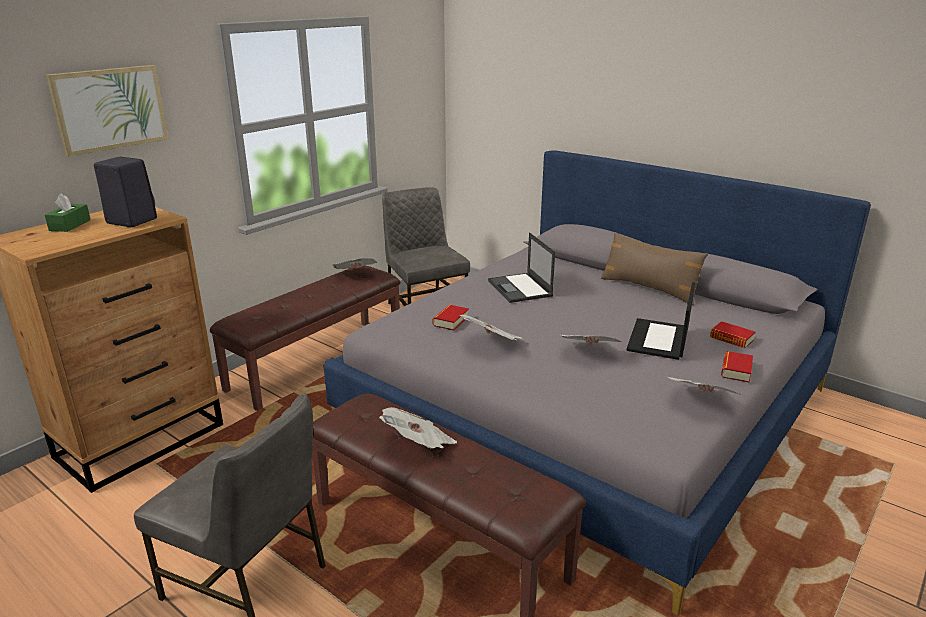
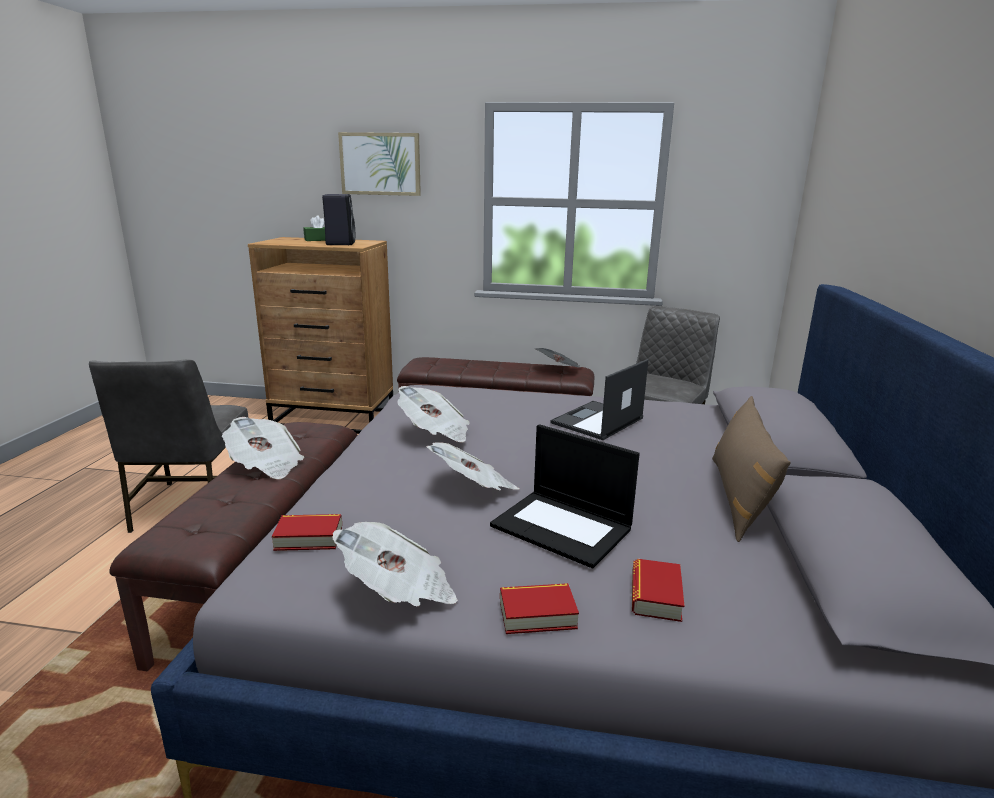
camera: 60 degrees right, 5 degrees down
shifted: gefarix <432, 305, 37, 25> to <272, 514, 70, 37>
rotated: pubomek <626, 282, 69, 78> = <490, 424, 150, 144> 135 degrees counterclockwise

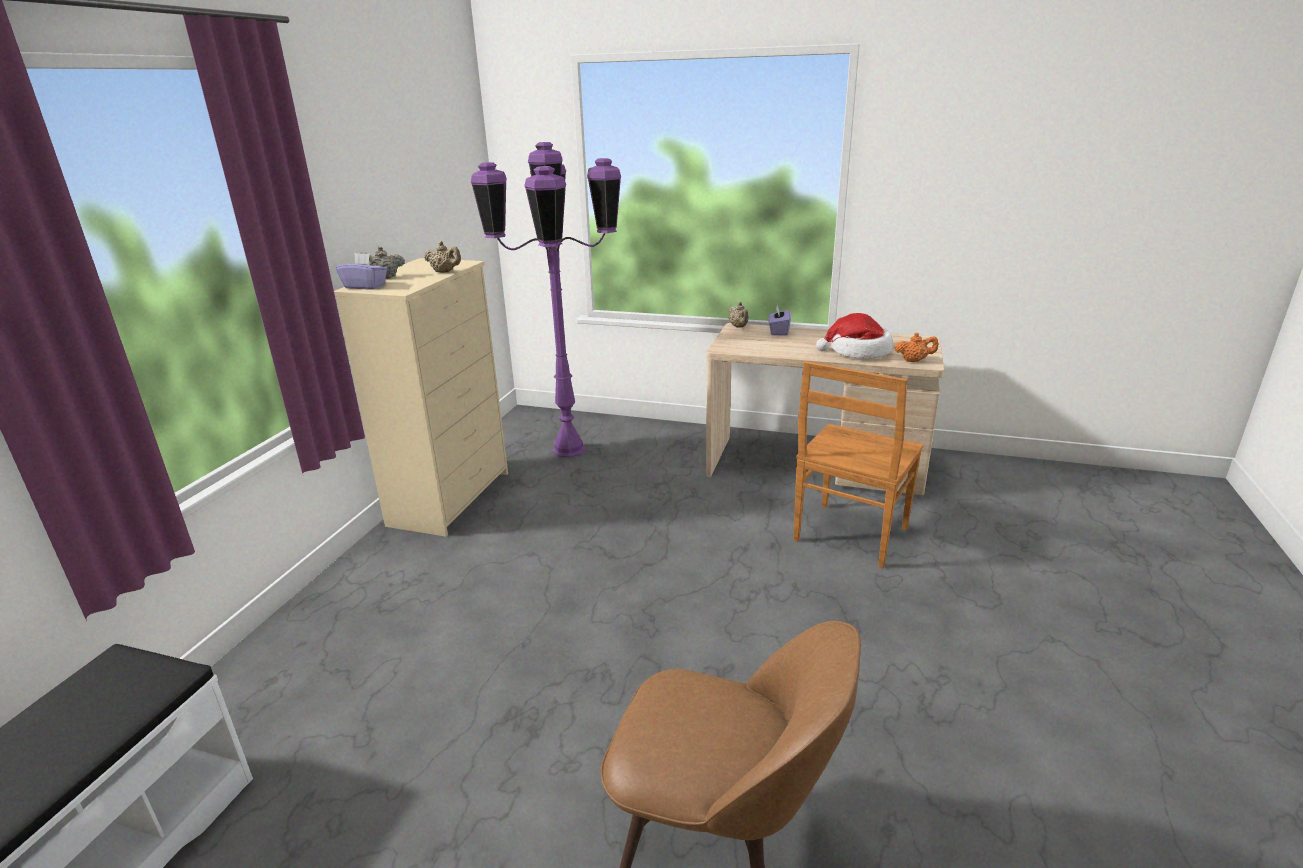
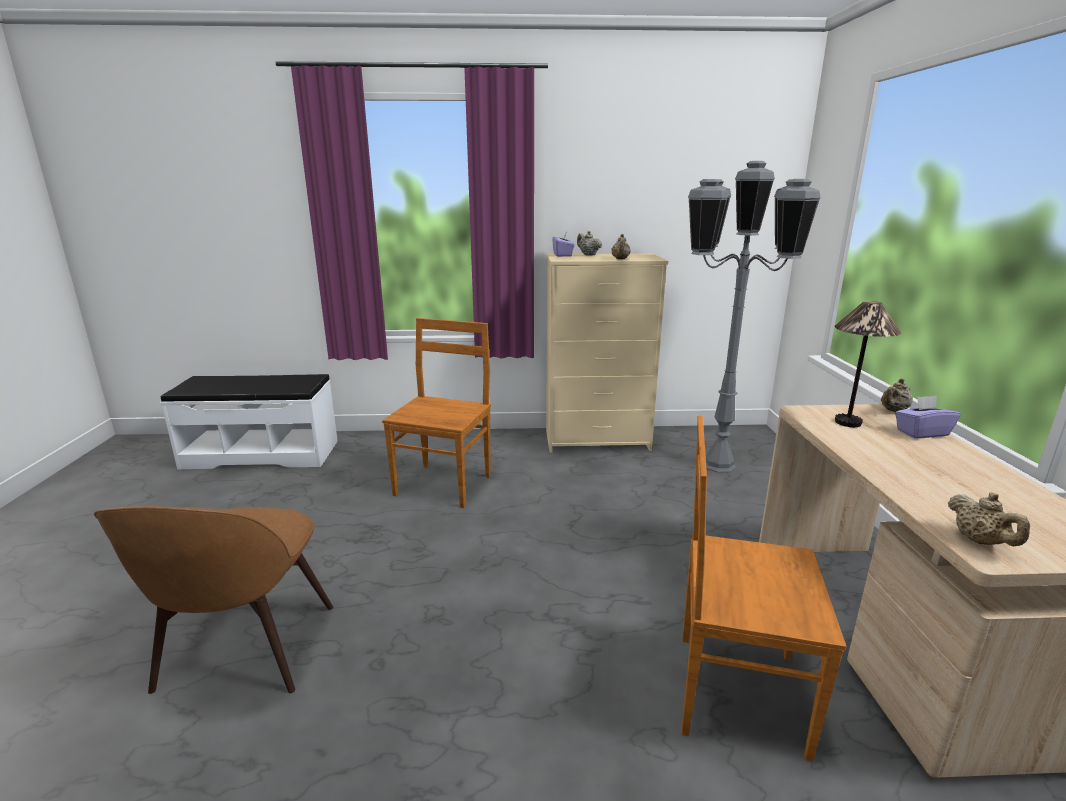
camera: 70 degrees right, 5 degrees down
gone: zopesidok <816, 313, 77, 46>
new: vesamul <835, 301, 66, 126>; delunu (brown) <382, 318, 109, 190>
repainted: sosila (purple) <471, 142, 150, 316> to sosila (grey) <688, 161, 133, 312>; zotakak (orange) <895, 333, 43, 29> to zotakak (beige) <948, 492, 82, 54>

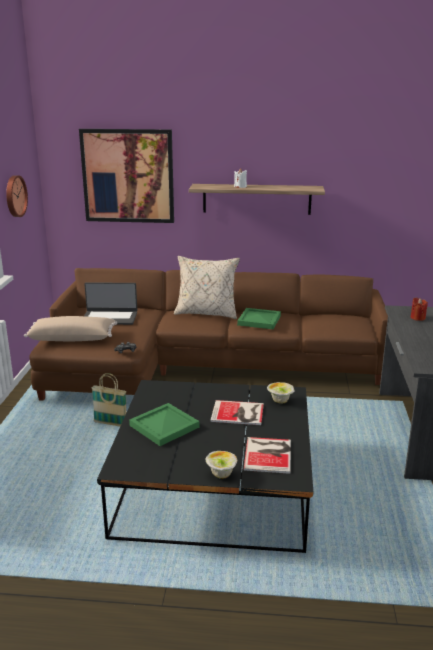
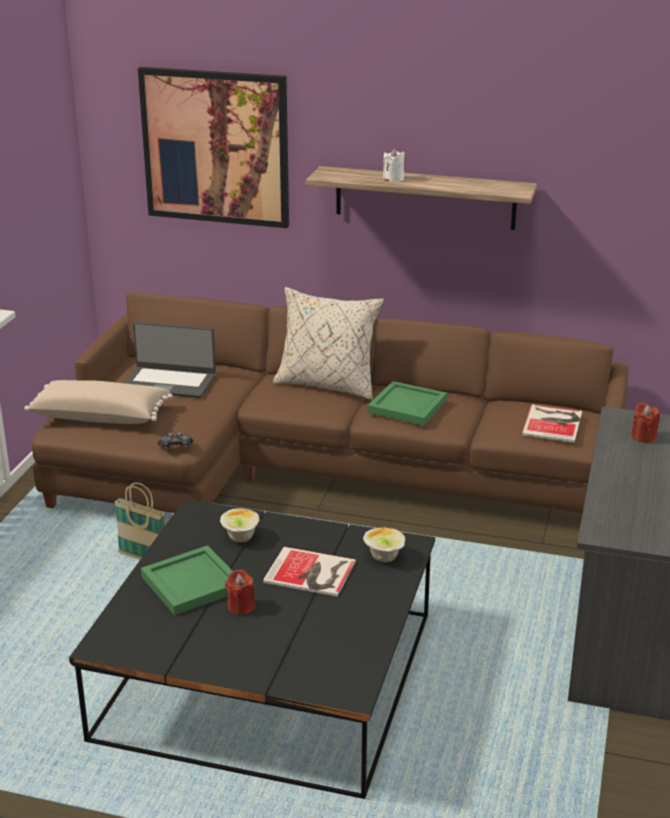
camera: 10 degrees right, 5 degrees up
gone: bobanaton <6, 175, 22, 42>
new: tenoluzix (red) <225, 570, 30, 45>
shifted: gefarix <244, 437, 47, 37> to <522, 404, 60, 39>; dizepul <206, 451, 31, 28> to <220, 508, 40, 35>

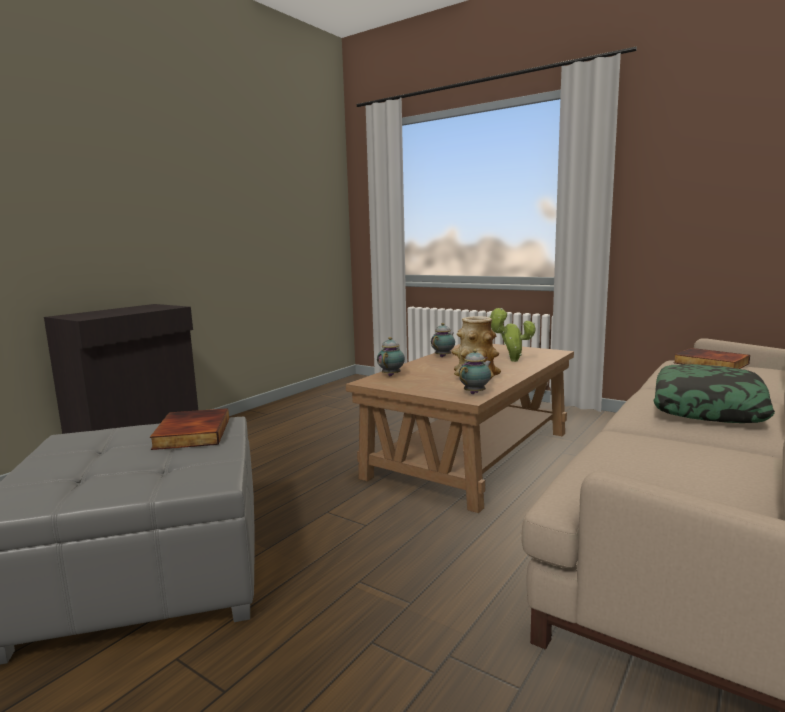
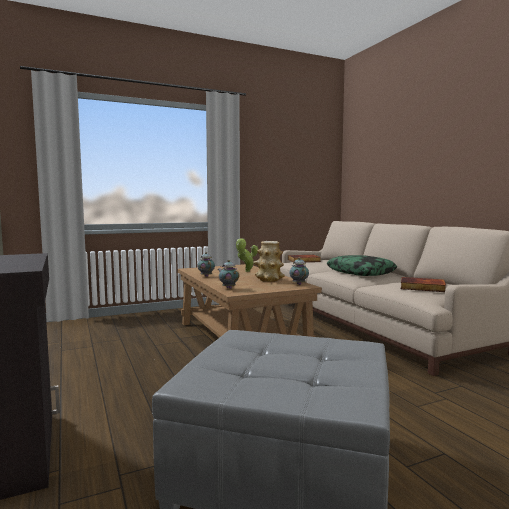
camera: 60 degrees left, 5 degrees down
shifted: gefarix <150, 408, 79, 42> to <401, 277, 45, 15>

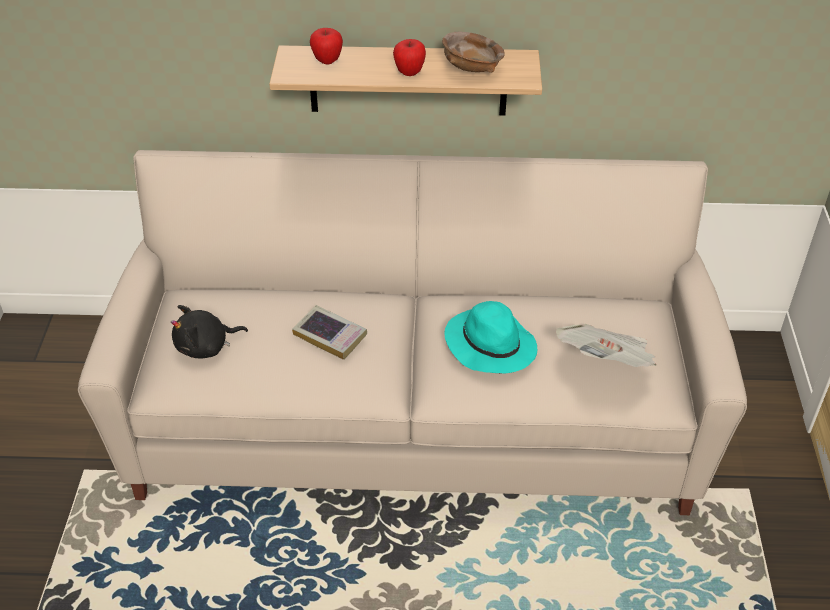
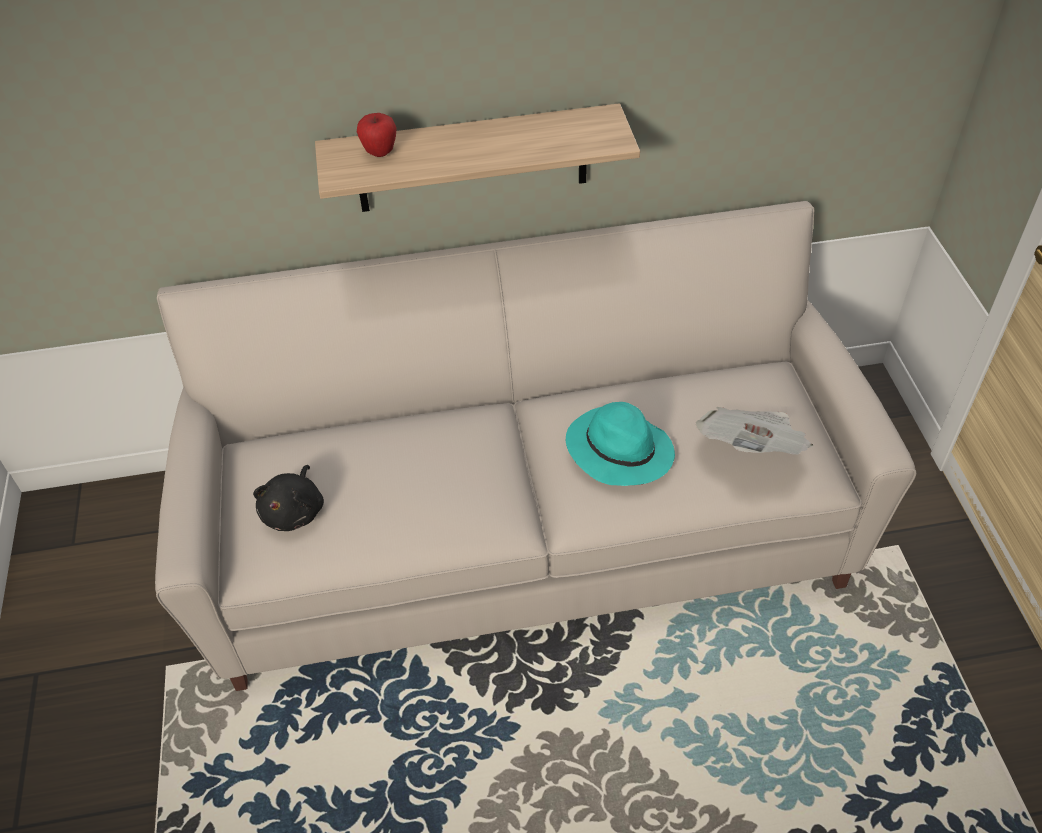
camera: 10 degrees left, 5 degrees up
gone: dizepul (brown) <442, 31, 63, 41>; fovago <393, 39, 33, 37>; gefarix <292, 305, 75, 55>
rotated: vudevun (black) <171, 305, 77, 53> = <253, 465, 71, 66> 45 degrees counterclockwise

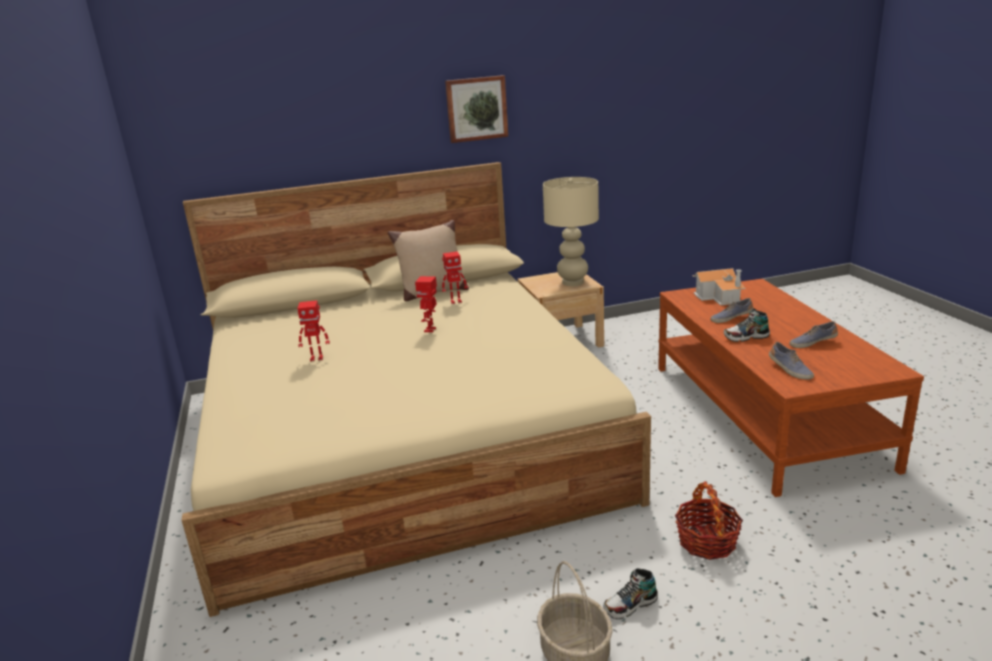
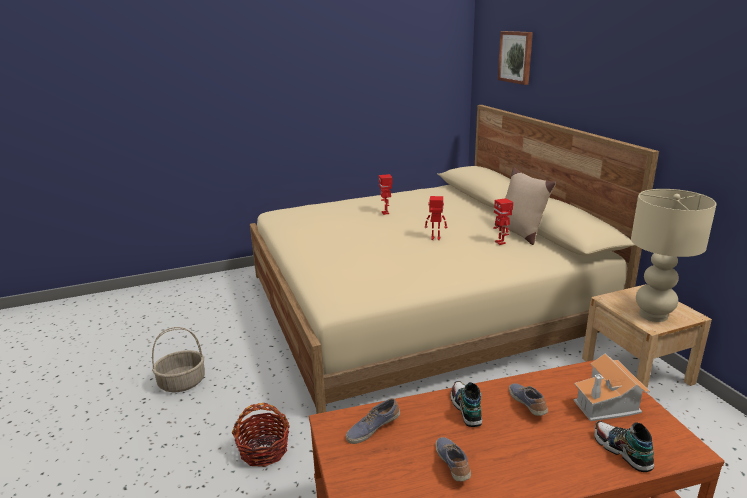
camera: 85 degrees right, 0 degrees up
shifted: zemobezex <445, 75, 63, 68> to <498, 31, 35, 54>; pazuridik <603, 568, 55, 51> to <594, 421, 60, 51>

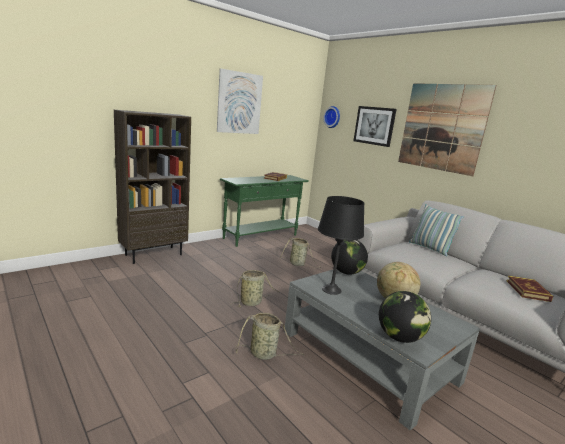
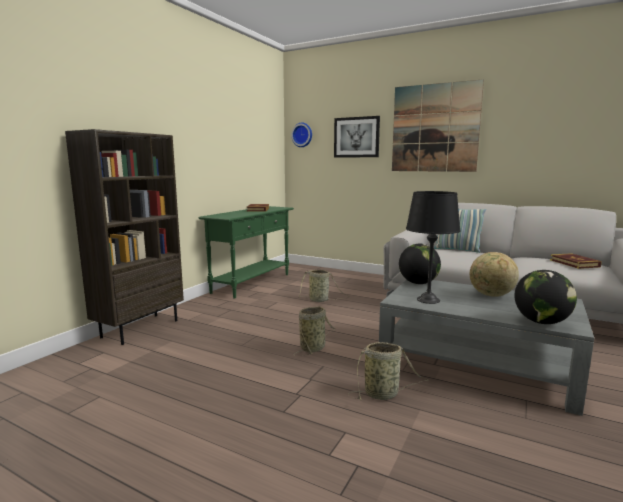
camera: 20 degrees left, 5 degrees down
gone: zemobezex <217, 68, 46, 66>

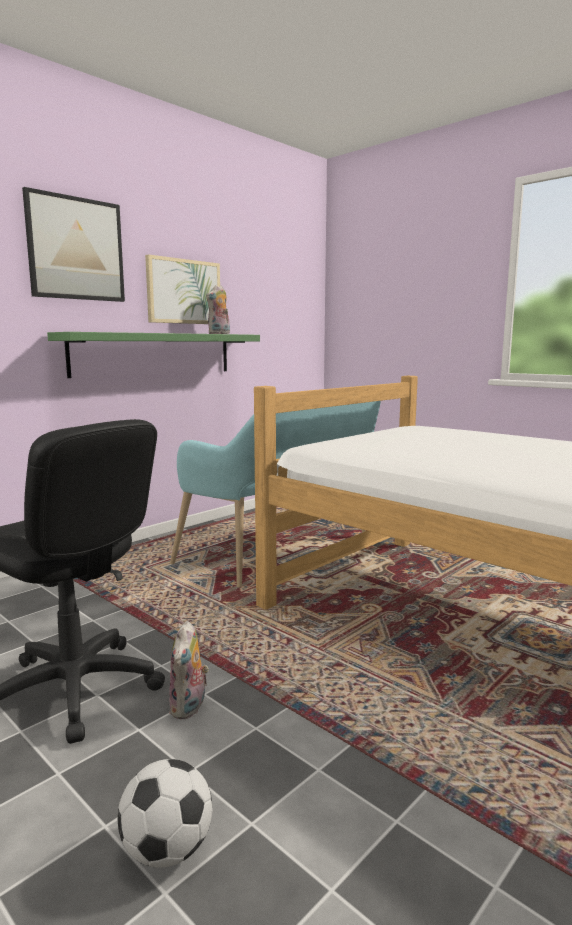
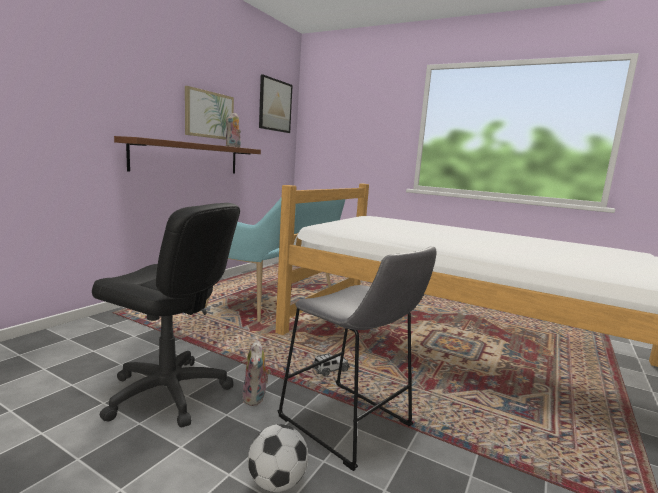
camera: 15 degrees left, 0 degrees up
new: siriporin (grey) <278, 246, 159, 225>; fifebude <313, 353, 37, 23>
shifted: zemobezex <22, 187, 103, 115> to <259, 74, 34, 59>
repainted: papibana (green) <47, 332, 213, 46> to papibana (brown) <114, 136, 147, 37>

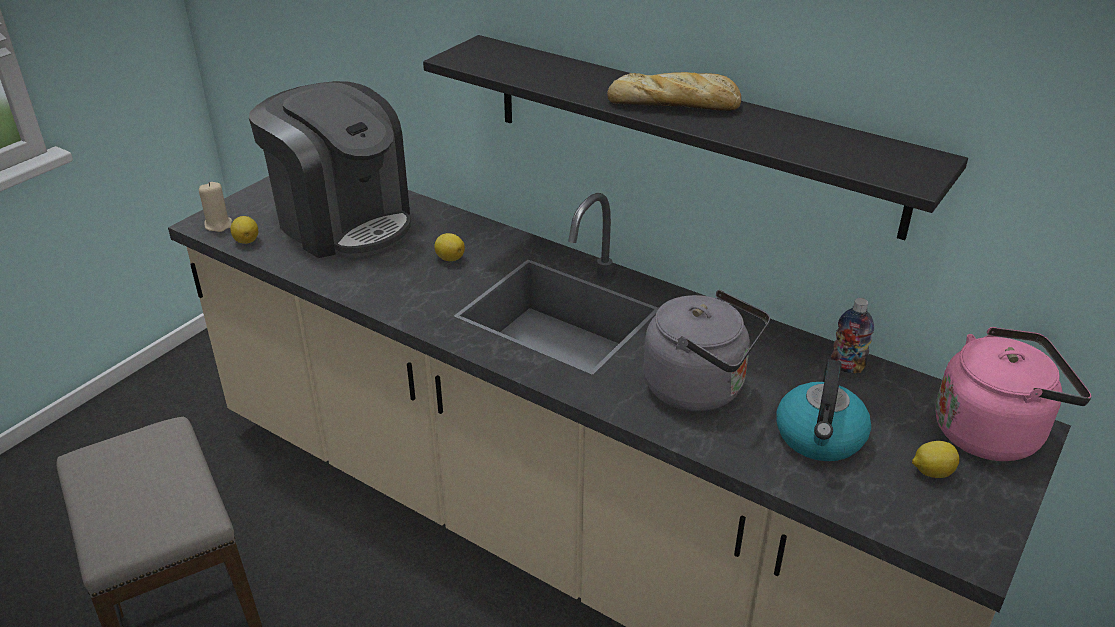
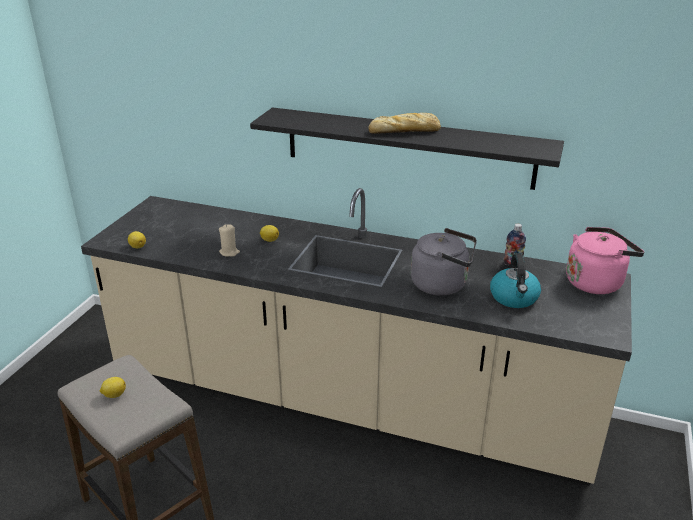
camera: 15 degrees left, 5 degrees down
gone: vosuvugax <249, 81, 162, 177>
shifted: tenoluzix (beige) <199, 182, 33, 50> to <219, 224, 21, 33>; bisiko <912, 441, 47, 37> to <100, 377, 26, 21>

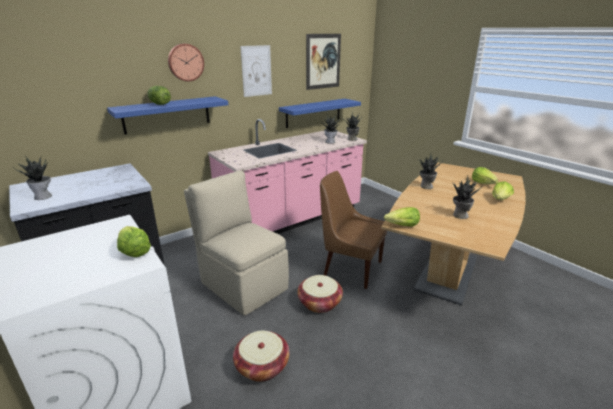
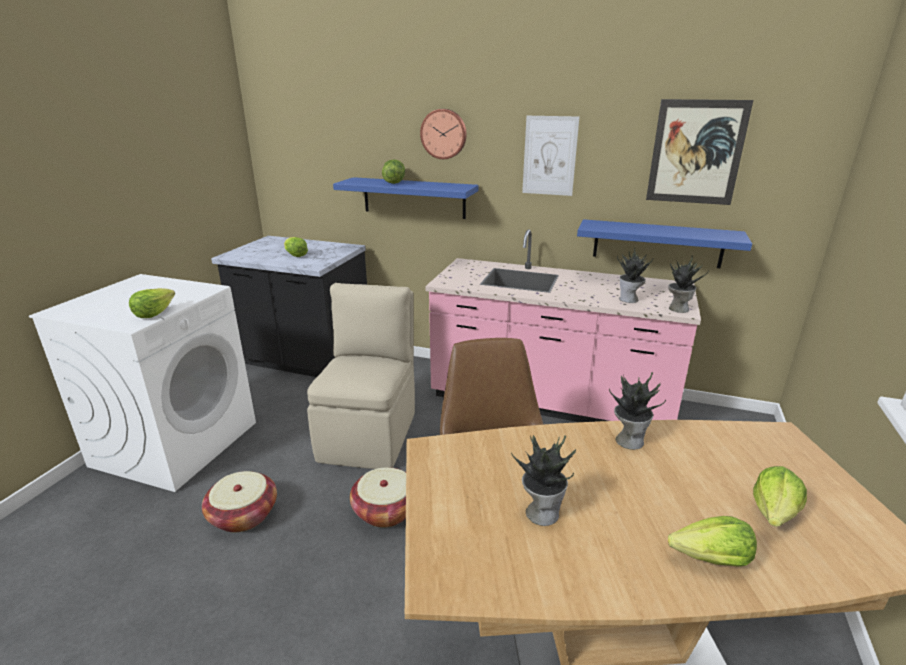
camera: 55 degrees right, 0 degrees up
gone: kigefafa <13, 156, 39, 44>
shifted: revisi <384, 207, 36, 20> to <284, 237, 24, 20>

